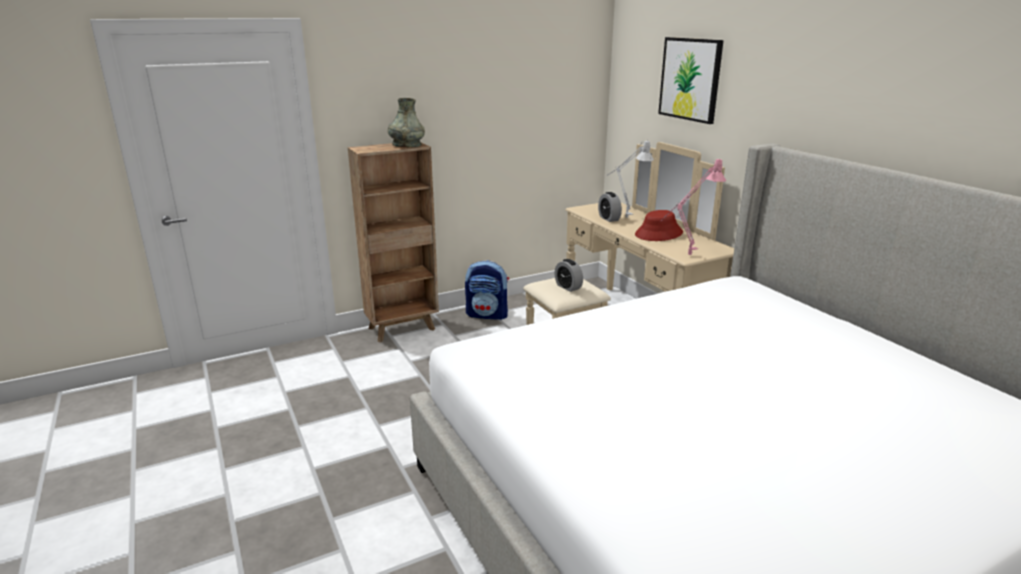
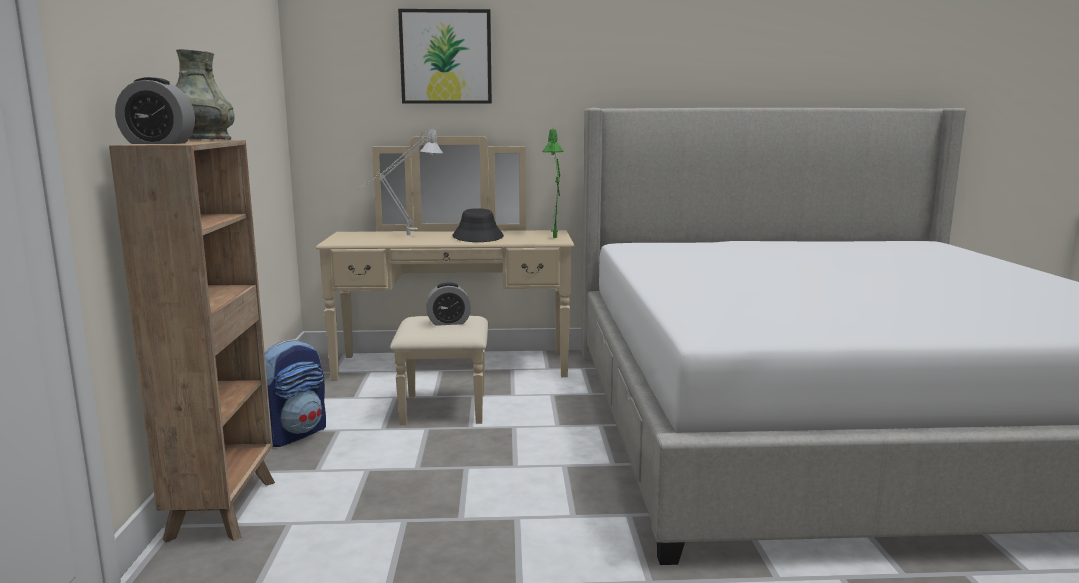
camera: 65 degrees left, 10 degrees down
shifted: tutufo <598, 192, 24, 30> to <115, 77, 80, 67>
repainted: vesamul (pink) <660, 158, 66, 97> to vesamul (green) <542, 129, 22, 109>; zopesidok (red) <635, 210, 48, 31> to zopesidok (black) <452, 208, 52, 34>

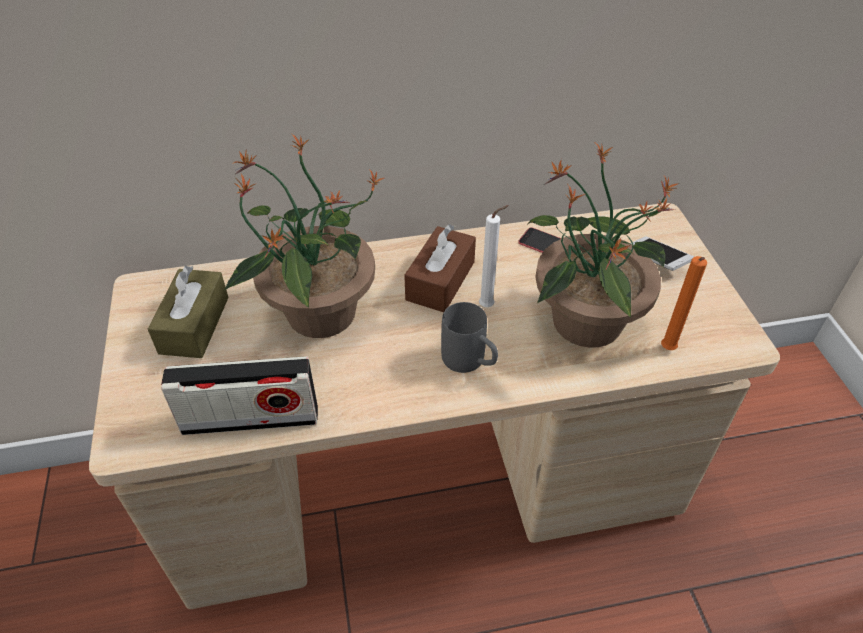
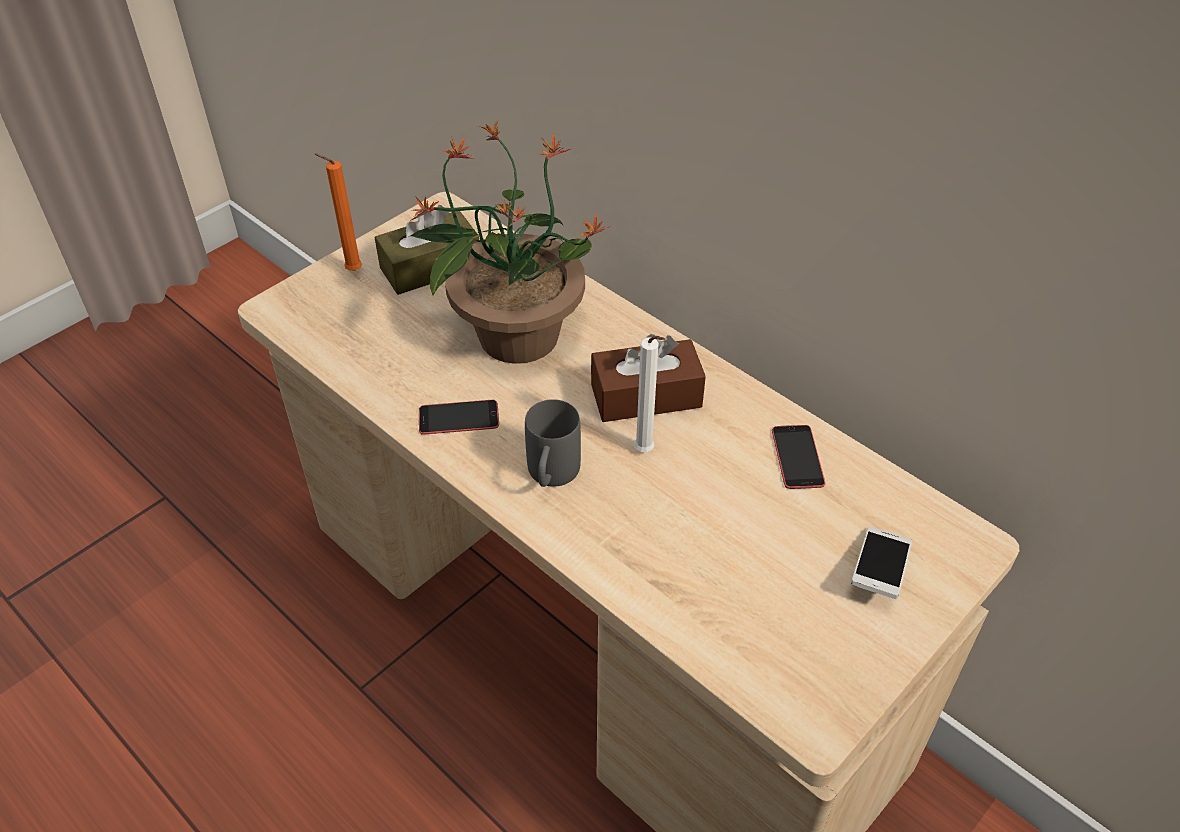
camera: 55 degrees right, 0 degrees up
gone: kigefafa <527, 143, 153, 205>; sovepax <161, 356, 157, 79>
new: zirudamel <419, 400, 80, 35>
shifted: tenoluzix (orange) <661, 256, 46, 94> to <315, 153, 47, 118>

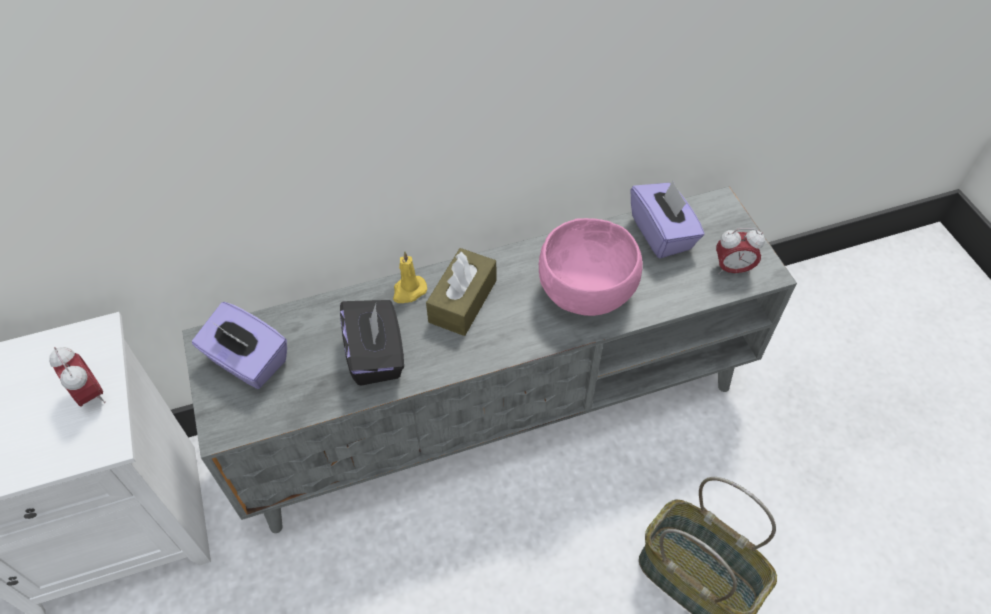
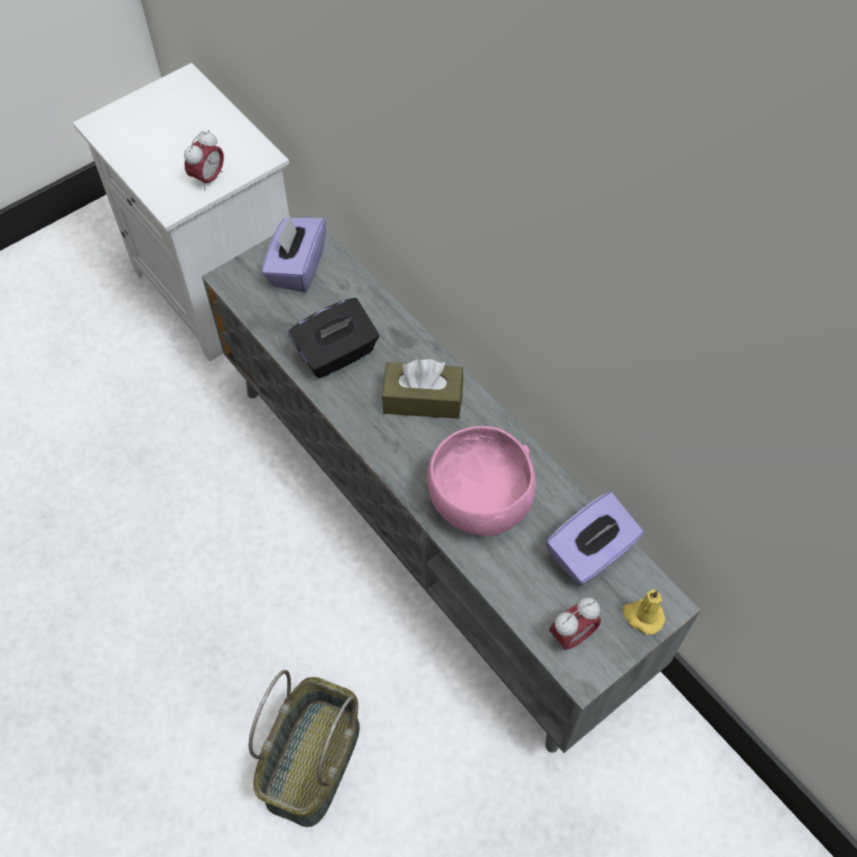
camera: 70 degrees right, 5 degrees up
shifted: tenoluzix (yellow) <393, 251, 34, 52> to <623, 589, 42, 46>
rotated: tutufo <716, 228, 49, 47> = <549, 598, 52, 54> 105 degrees counterclockwise

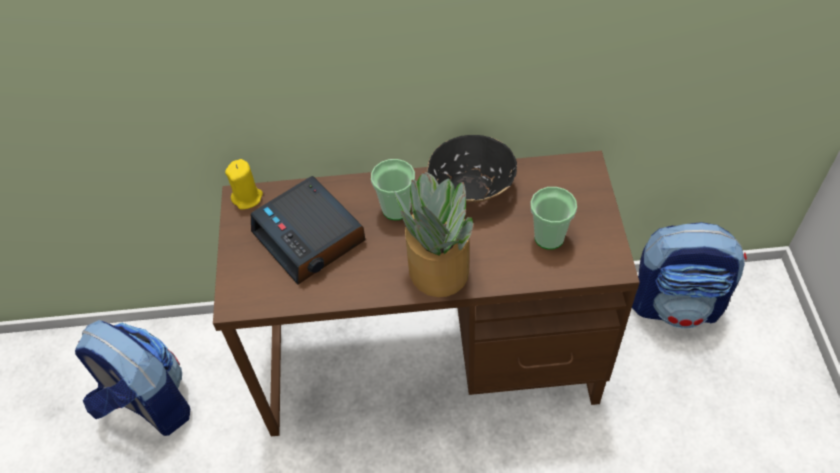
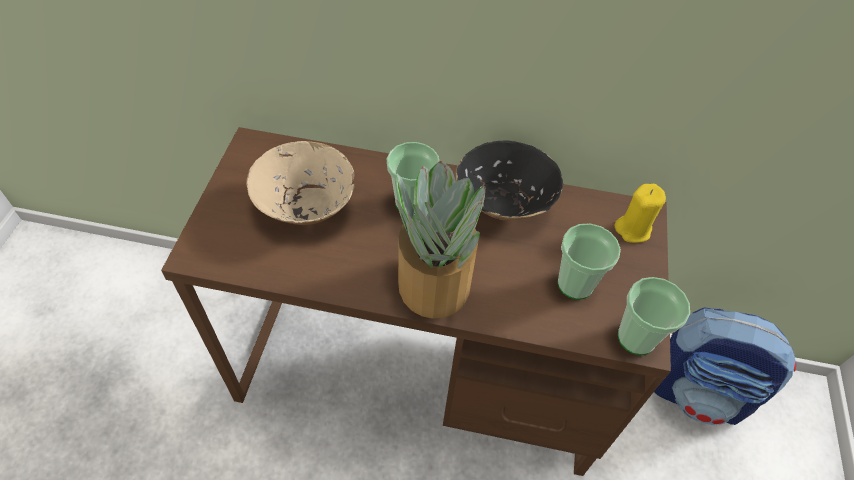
camera: 10 degrees right, 0 degrees up
gone: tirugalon <75, 320, 115, 116>
new: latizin <618, 277, 72, 78>
shifted: tenoluzix (yellow) <225, 159, 38, 51> to <615, 184, 51, 59>
swapped: tutufo <251, 176, 114, 109> to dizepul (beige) <246, 141, 109, 84>

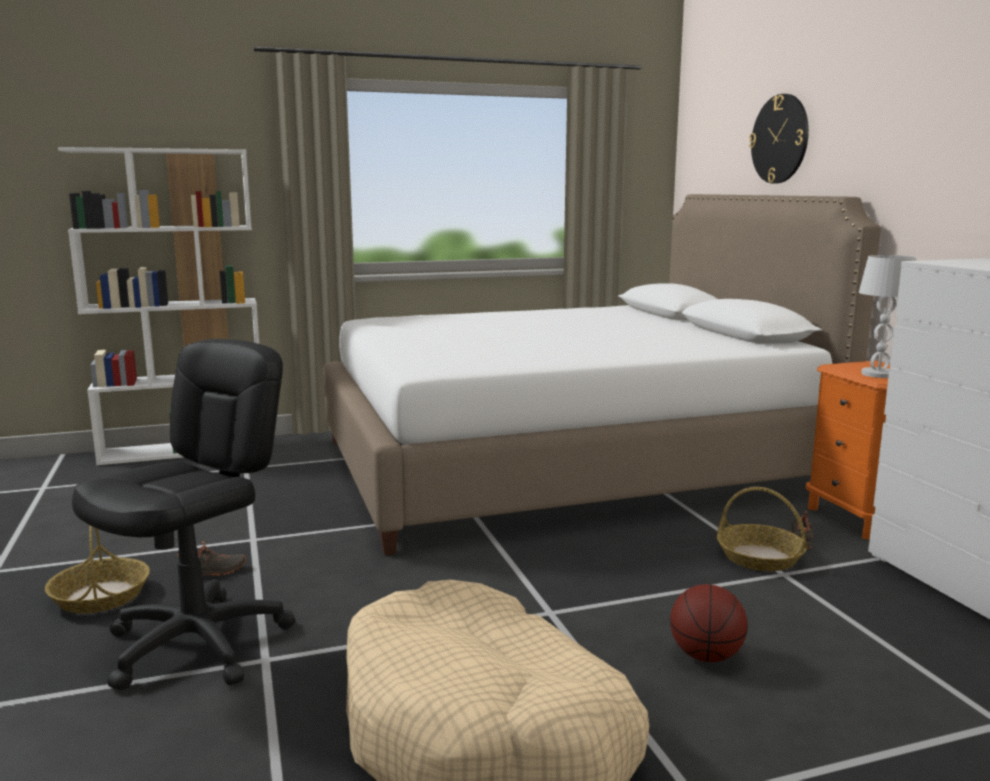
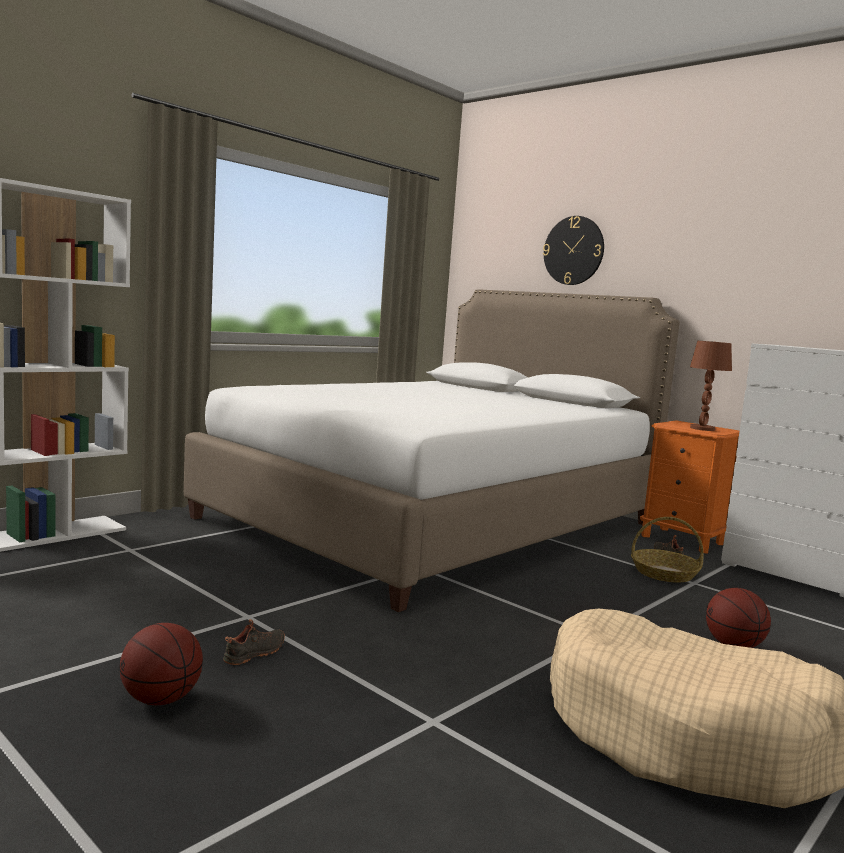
camera: 30 degrees left, 5 degrees down
gone: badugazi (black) <72, 339, 223, 351>
swapped: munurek <45, 525, 105, 88> to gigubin <119, 623, 84, 82>
repainted: vesamul (white) <859, 255, 57, 123> to vesamul (brown) <690, 341, 42, 90>

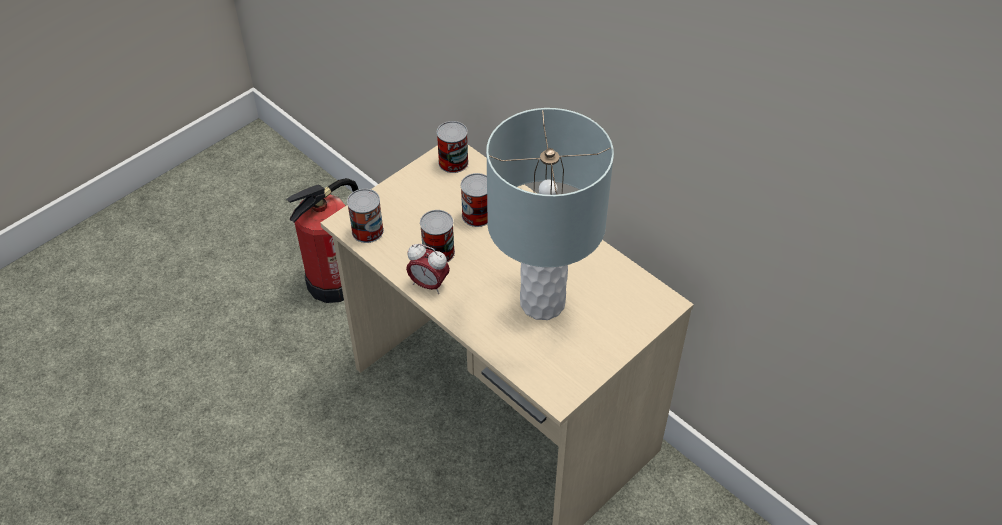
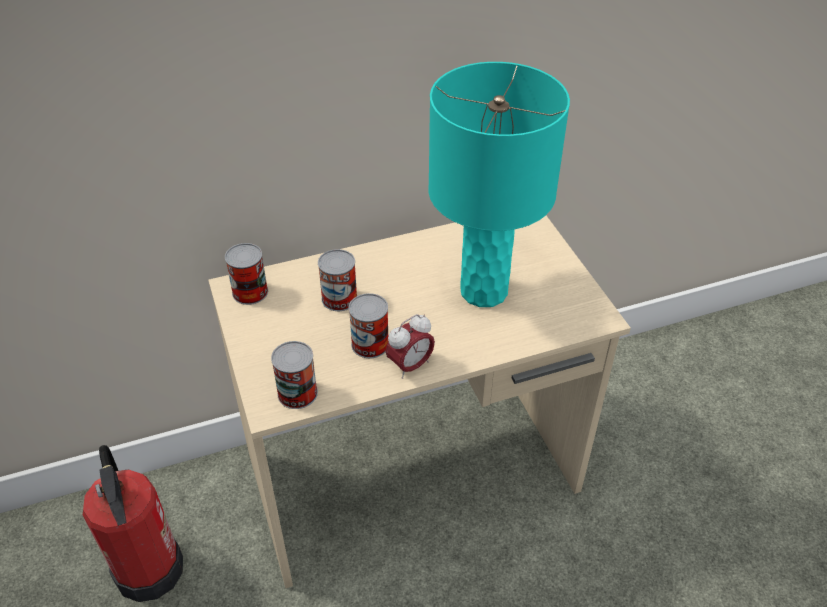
camera: 65 degrees left, 5 degrees down
repainted: vesamul (grey) <486, 108, 128, 212> to vesamul (turquoise) <428, 62, 142, 245>

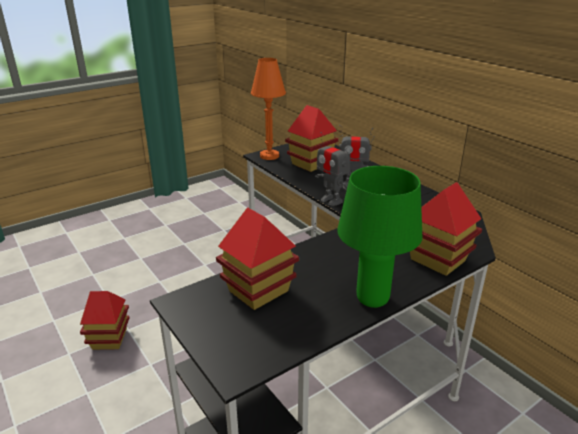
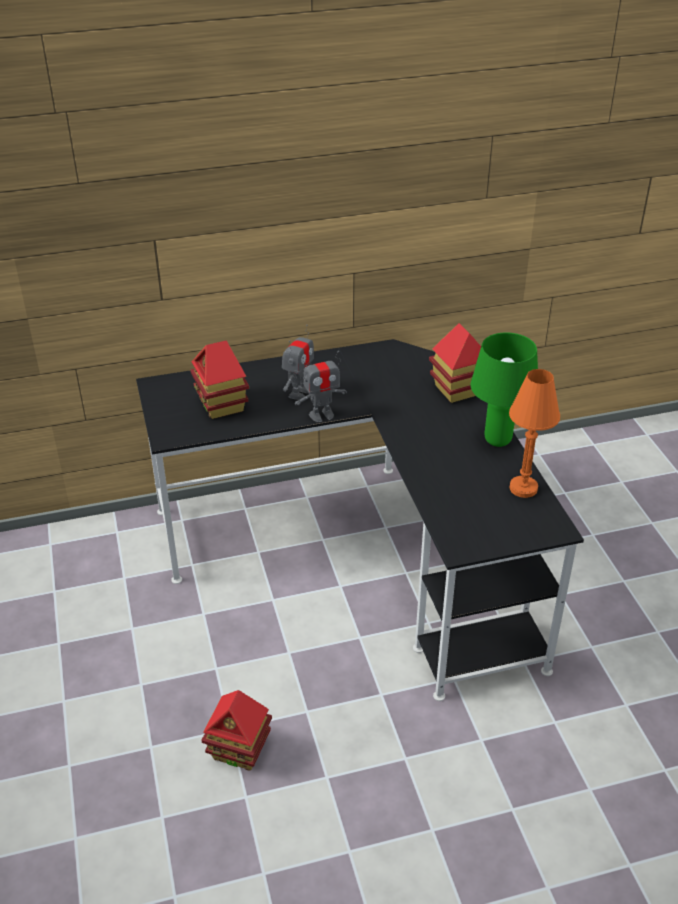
camera: 70 degrees left, 10 degrees up
gone: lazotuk <216, 207, 83, 103>
shifted: vesamul (orange) <251, 58, 35, 102> to <509, 369, 51, 129>

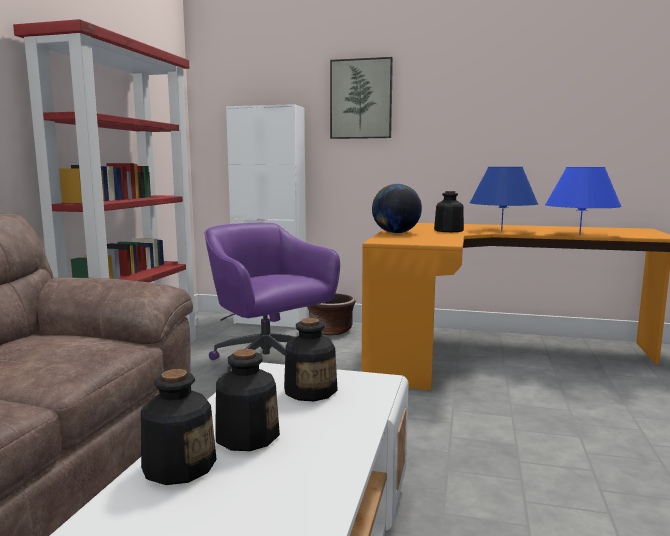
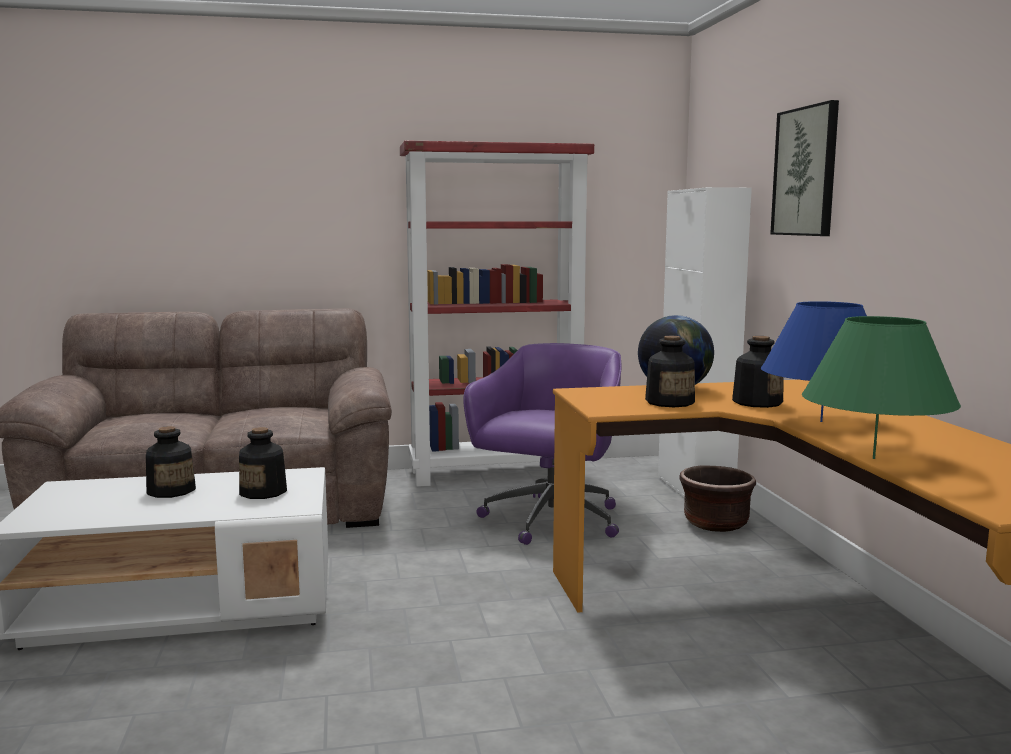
camera: 65 degrees right, 0 degrees up
shifted: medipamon <141, 369, 76, 116> to <645, 336, 50, 71>
repainted: vesamul (blue) <545, 167, 77, 68> to vesamul (green) <802, 316, 159, 143>

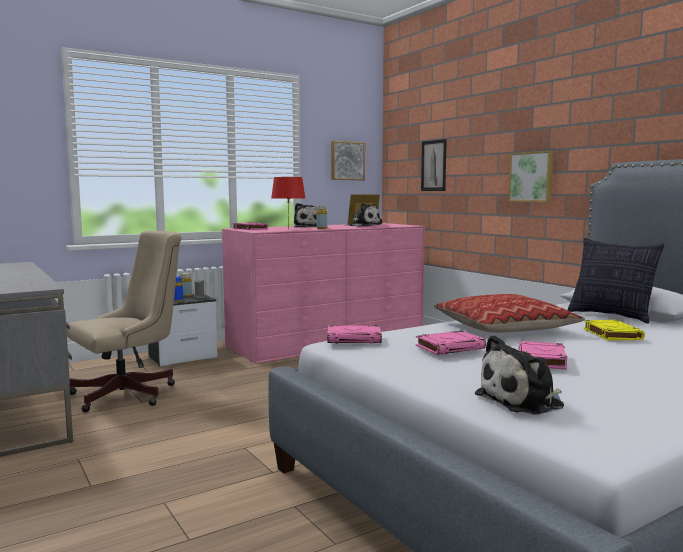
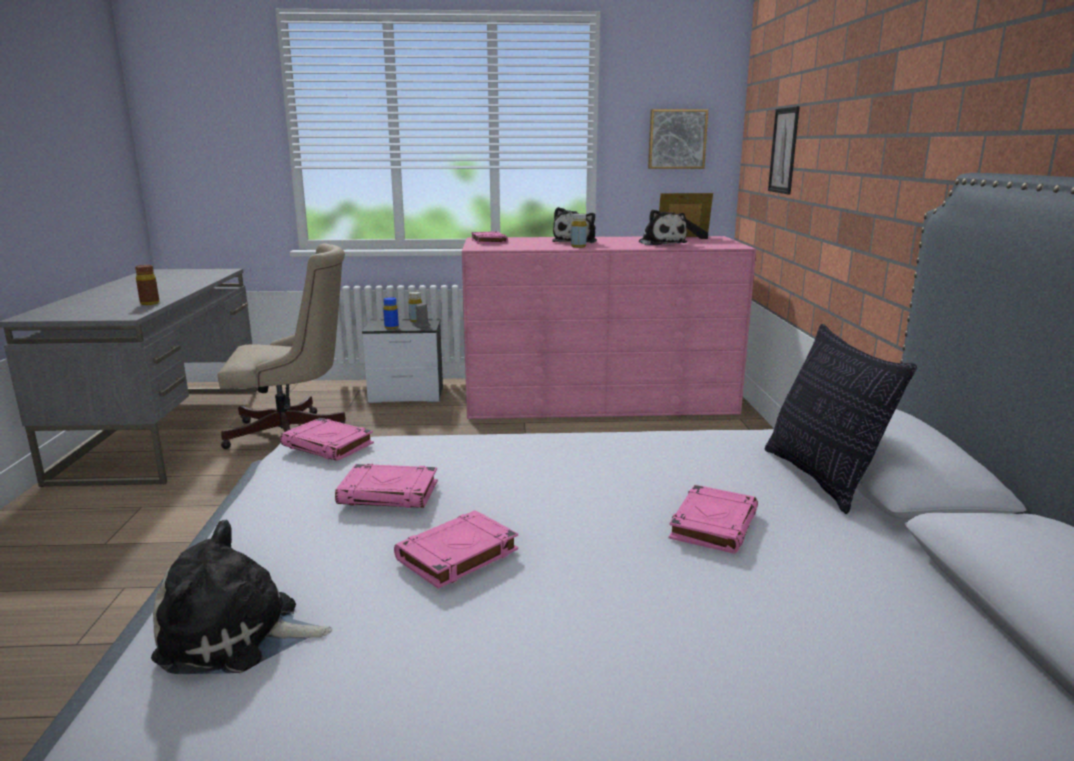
camera: 30 degrees right, 10 degrees up
gone: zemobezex <508, 151, 46, 51>; vesamul (red) <271, 177, 34, 47>; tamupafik <434, 294, 151, 39>
new: medipamon (brown) <135, 265, 24, 40>
repainted: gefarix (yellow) <584, 320, 61, 21> to gefarix (pink) <669, 485, 89, 69>

